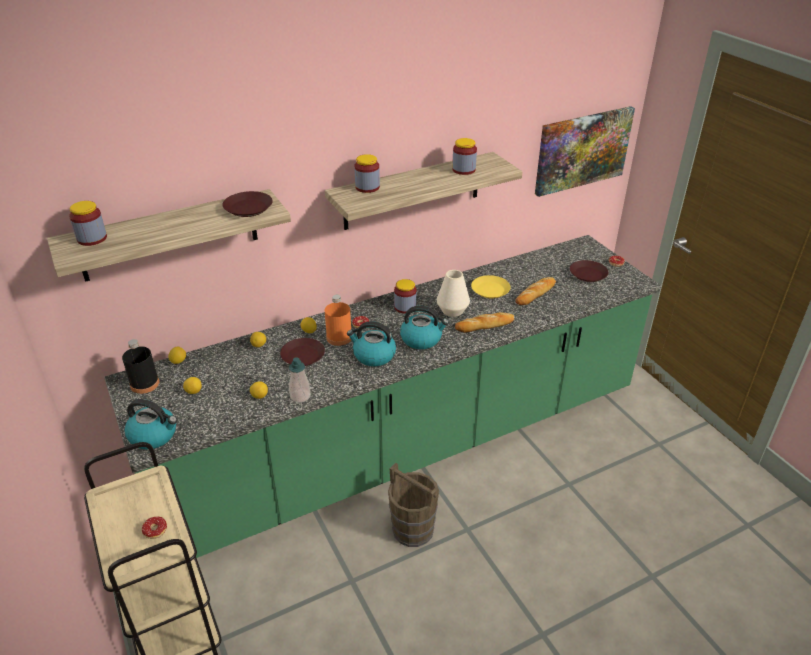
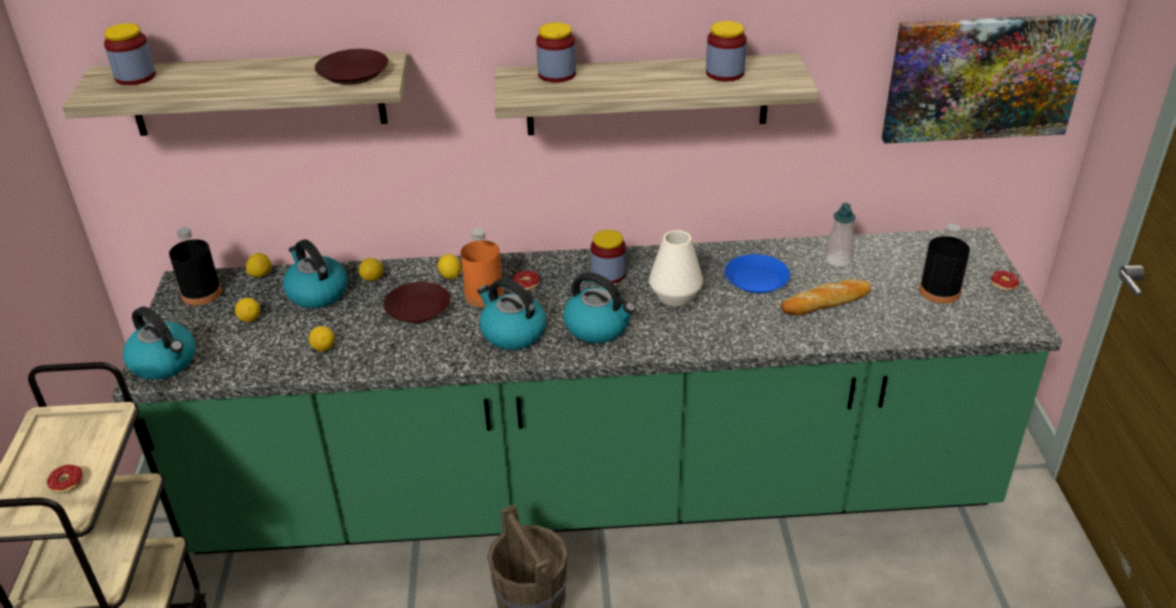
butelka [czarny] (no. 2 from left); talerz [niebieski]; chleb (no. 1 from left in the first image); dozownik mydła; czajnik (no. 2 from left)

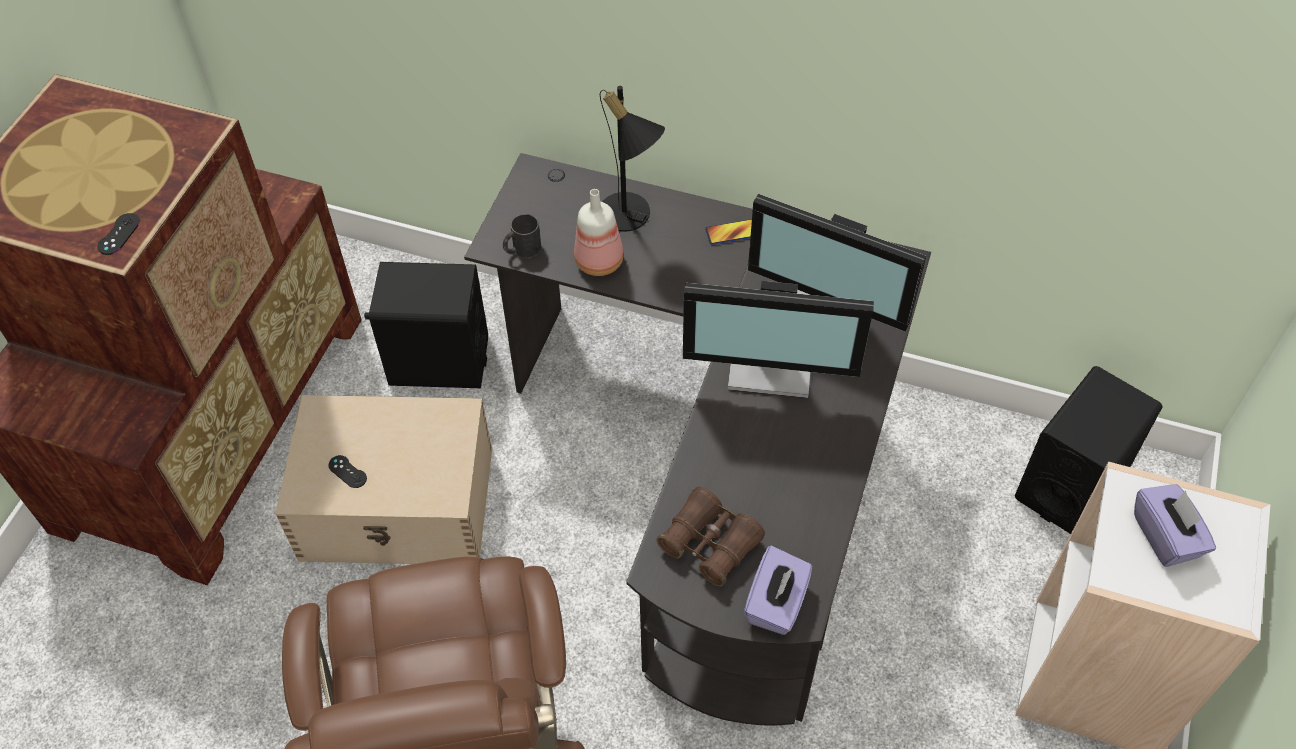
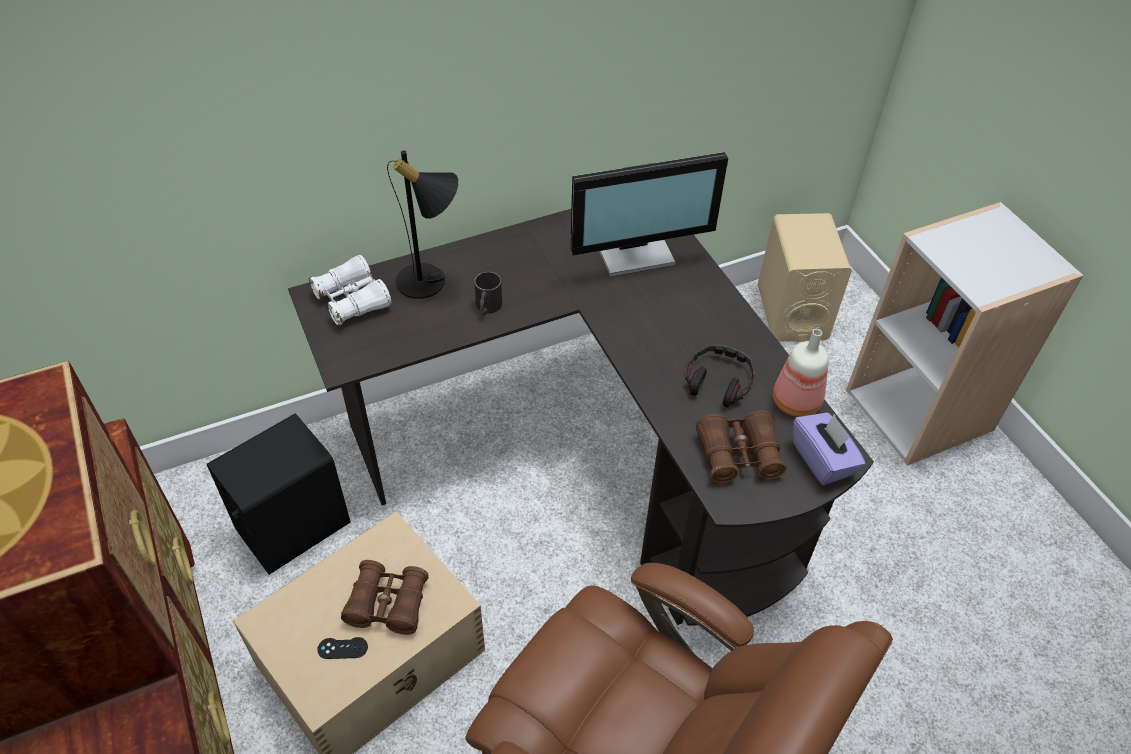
butelka; pad do gier [czarny] (no. 1 from left in the first image); kubek [czarny]; telefon; monitor (no. 1 from left in the first image); głośnik [beżowy]; pudełko chusteczek [fioletowy] (no. 2 from left in the first image); lornetka [biały]; słuchawki; lornetka [brązowy] (no. 1 from left)

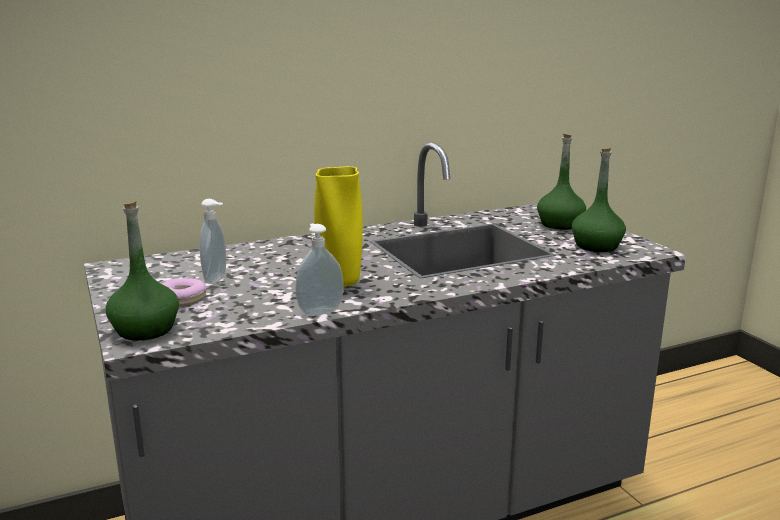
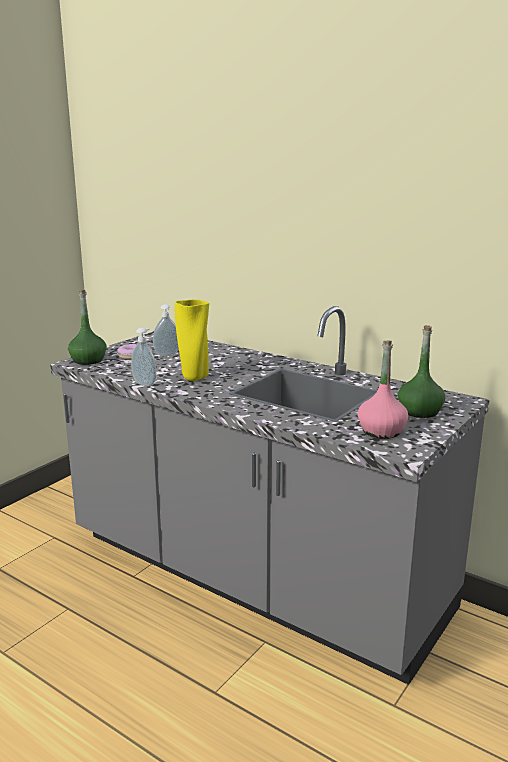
butelka [różowy]

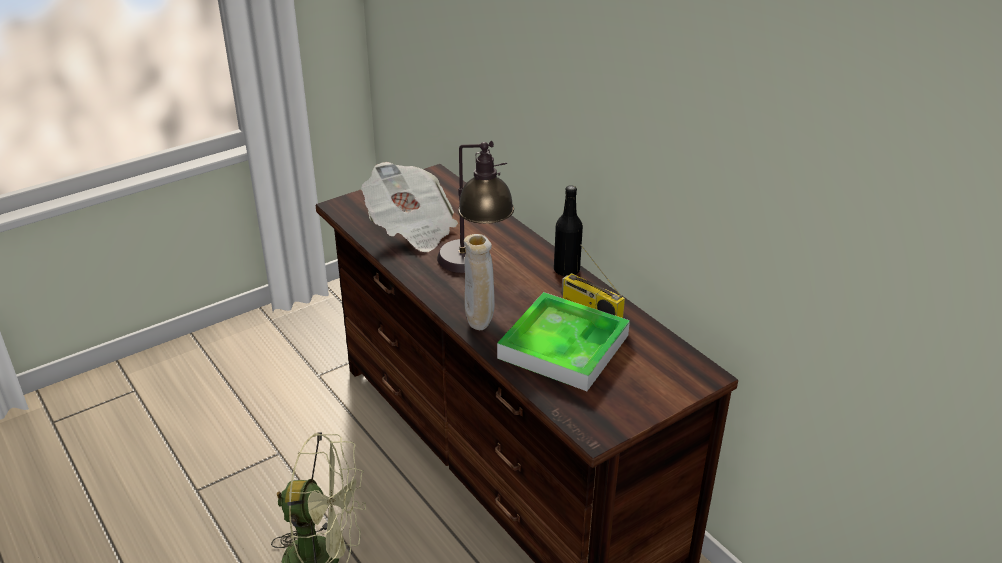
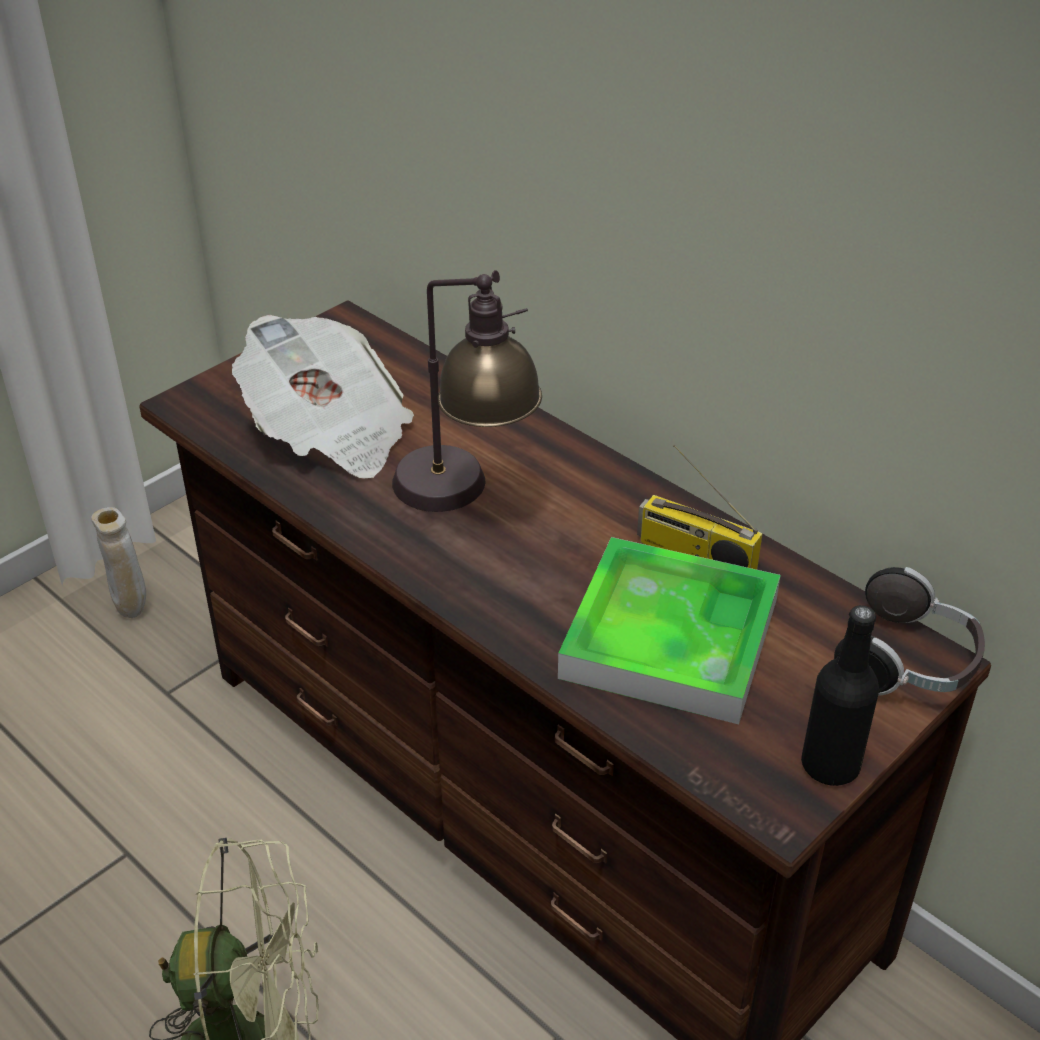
butelka [czarny]; wazon [beżowy]; słuchawki

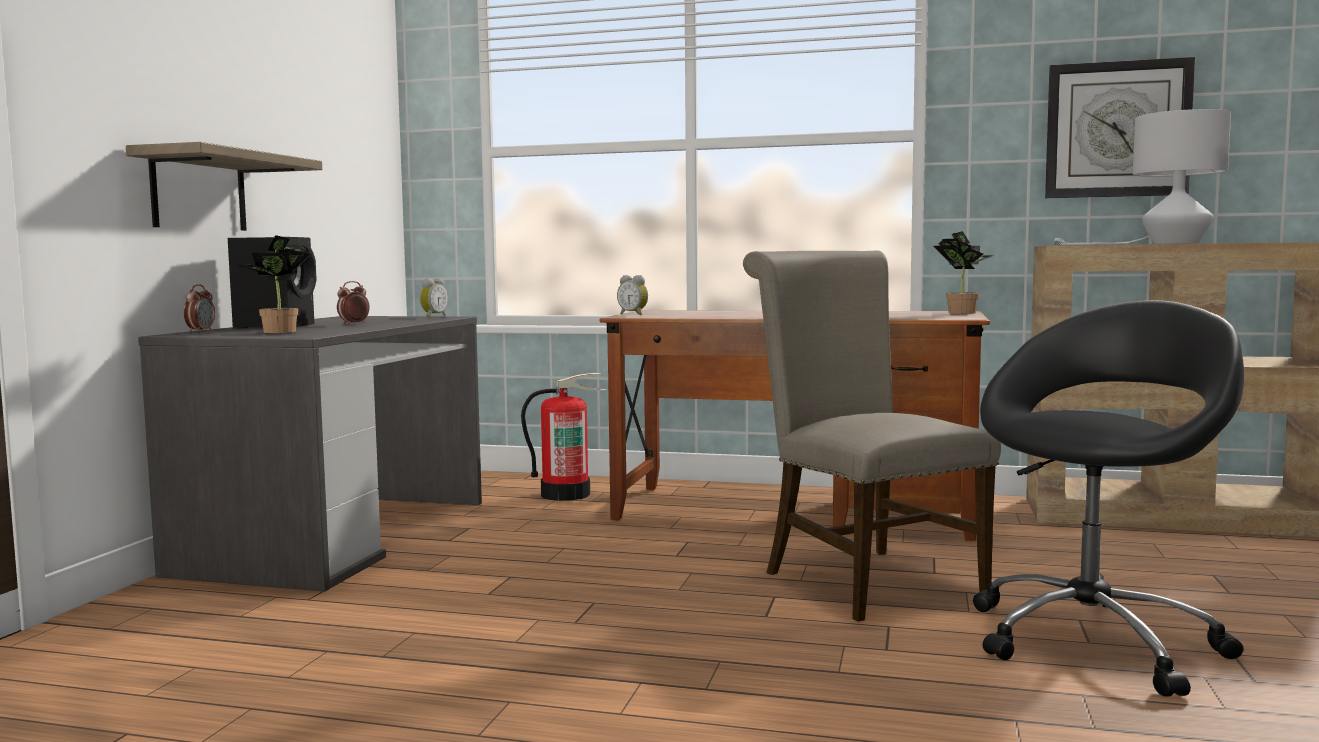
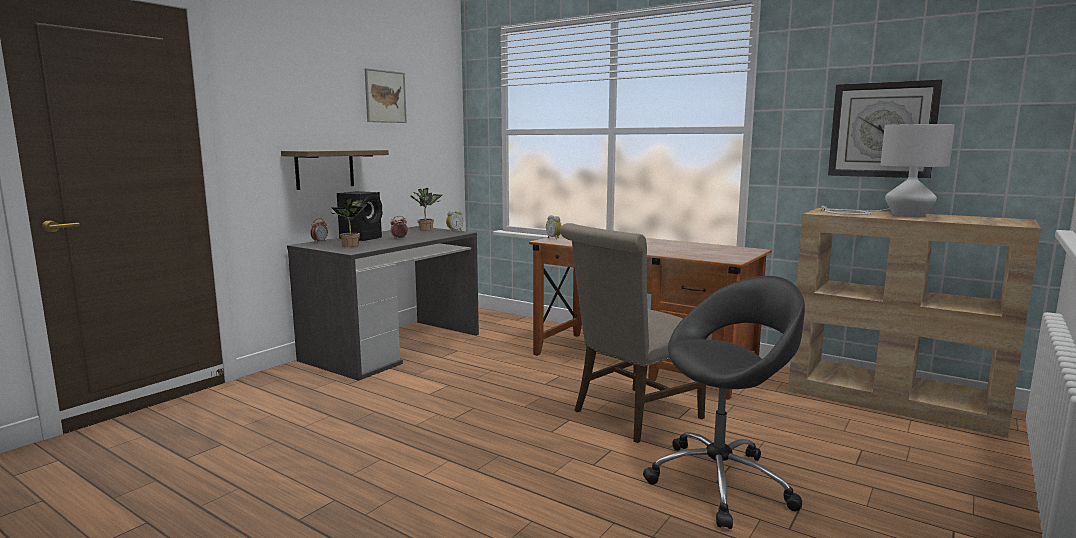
roślina doniczkowa (no. 2 from left); krzesło [beżowy]; gaśnica; obraz

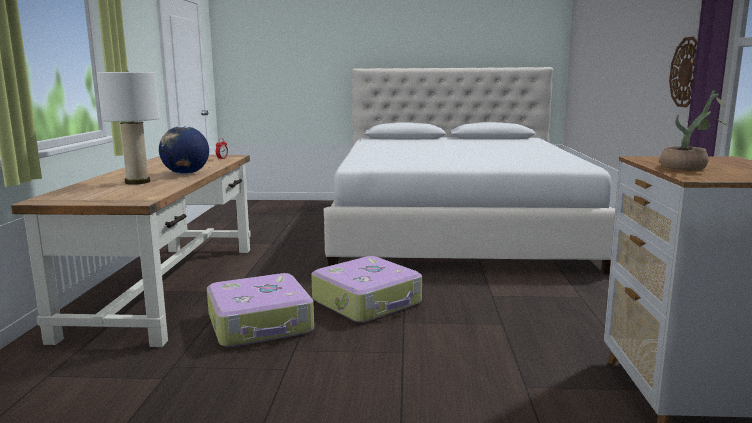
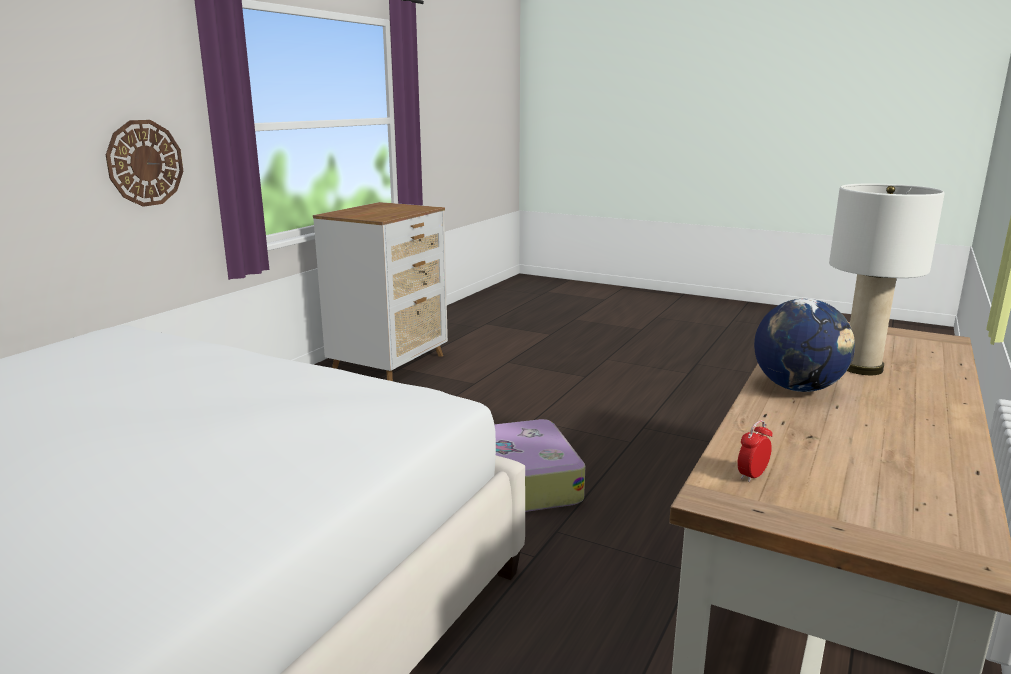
roślina doniczkowa; walizka (no. 1 from left in the first image)

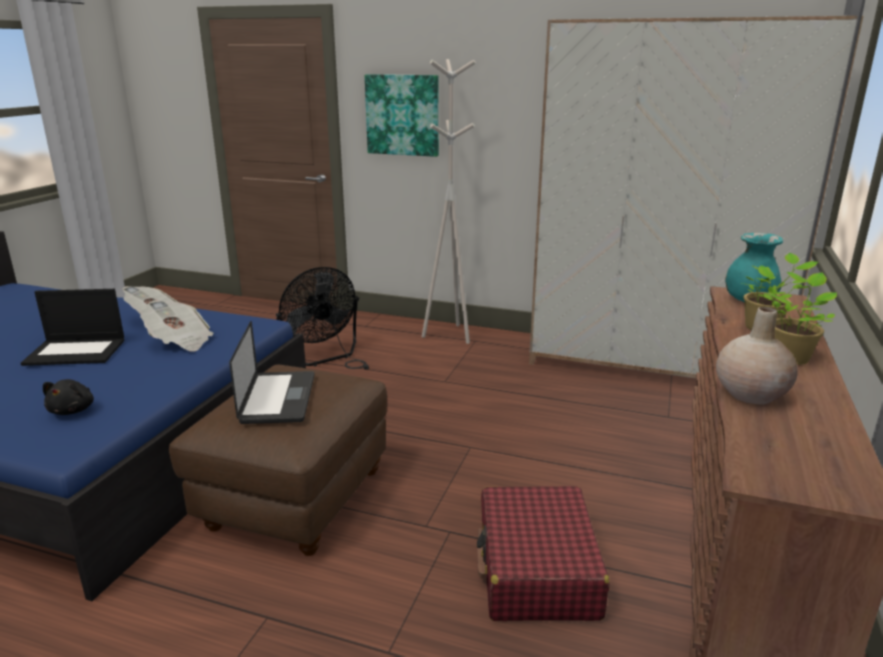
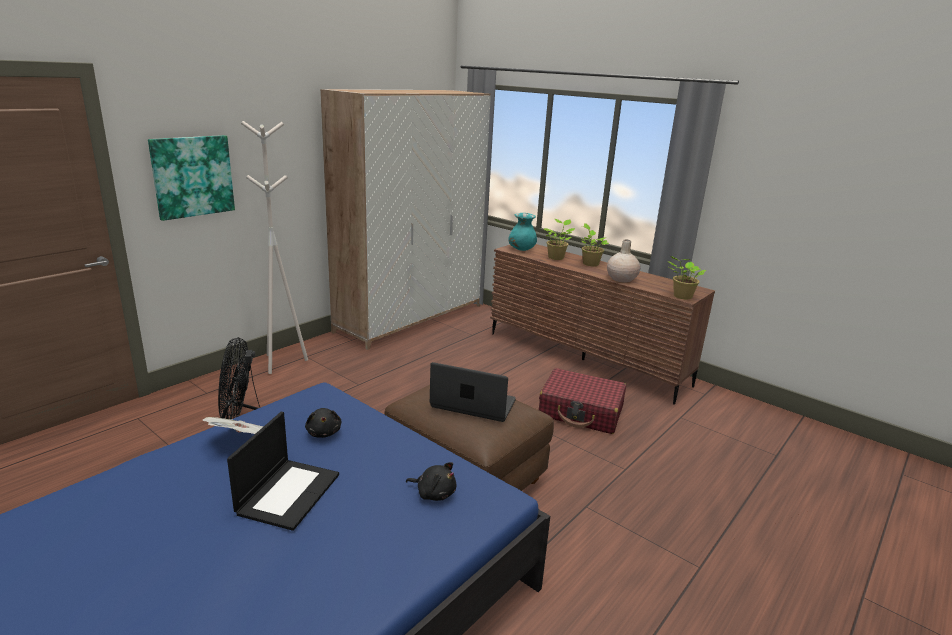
pluszak [czarny] (no. 1 from left); roślina doniczkowa (no. 3 from left)

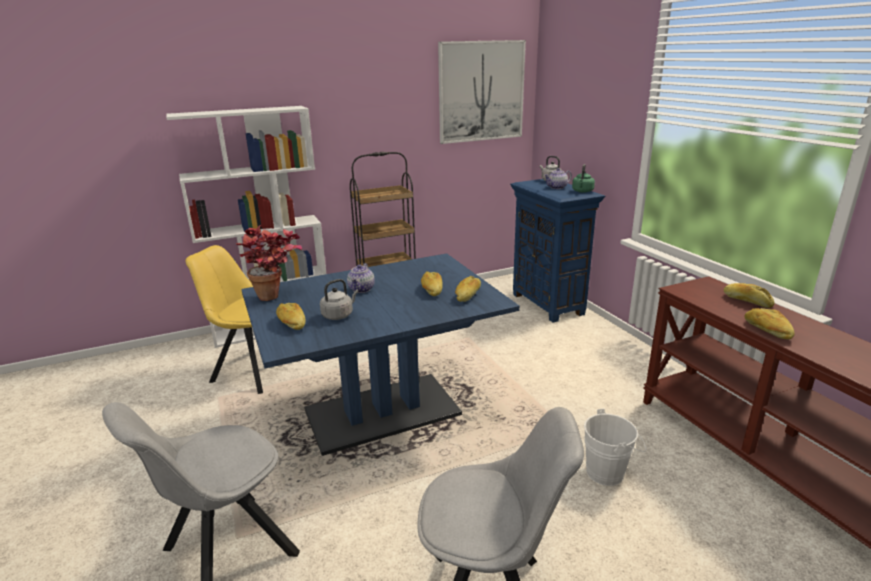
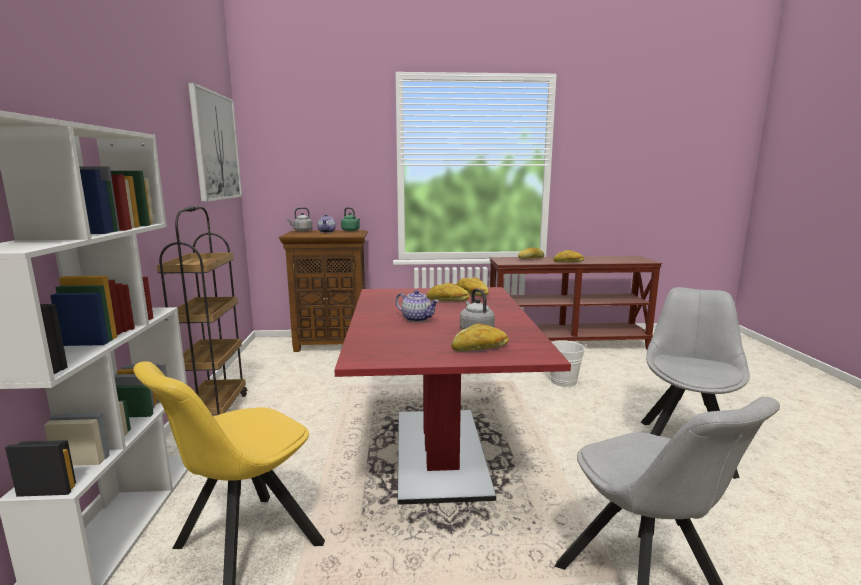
szafka [brązowy]; roślina doniczkowa; stół jadalny [czerwony]

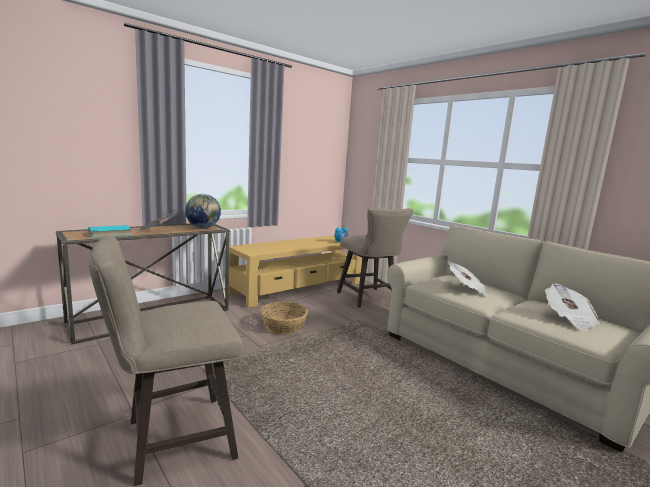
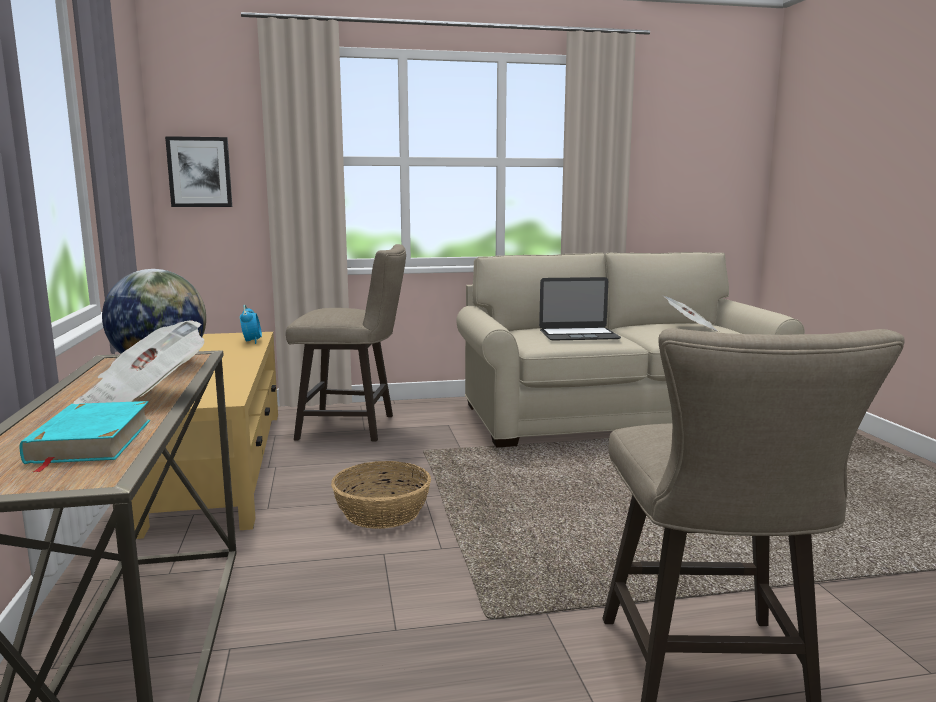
laptop; obraz

